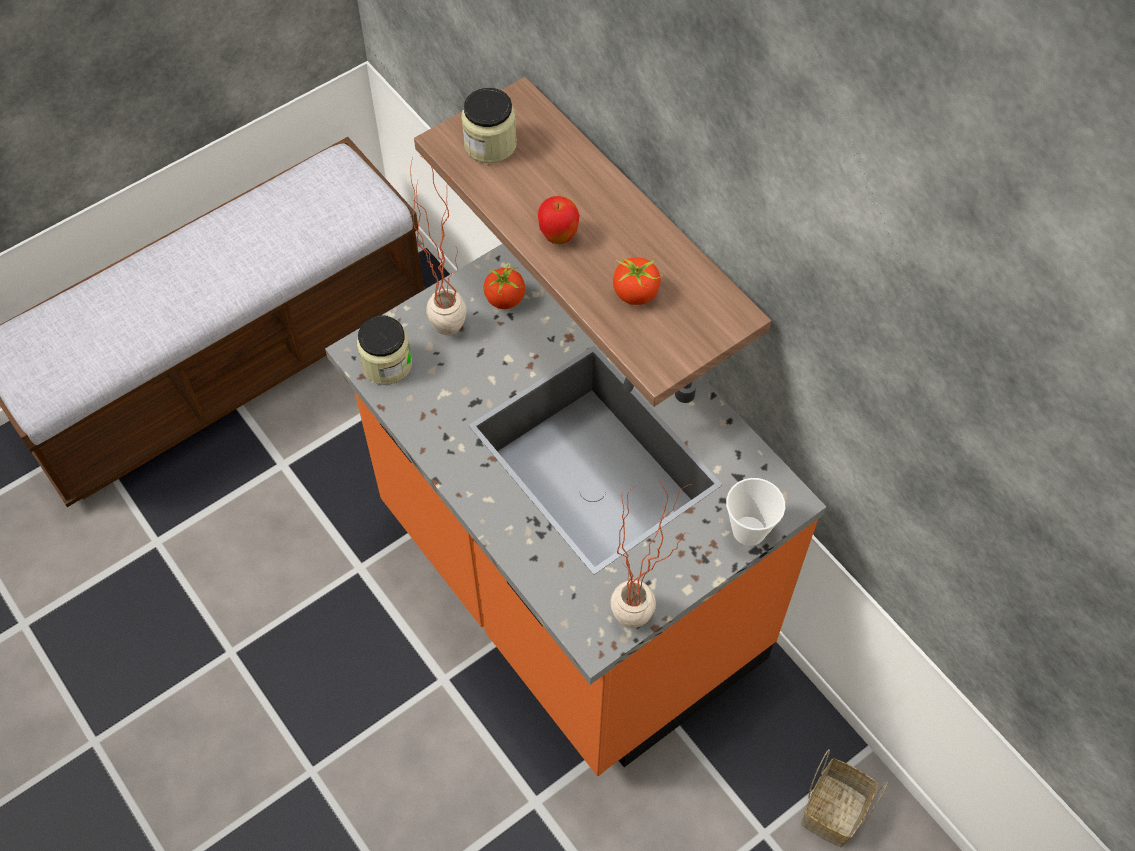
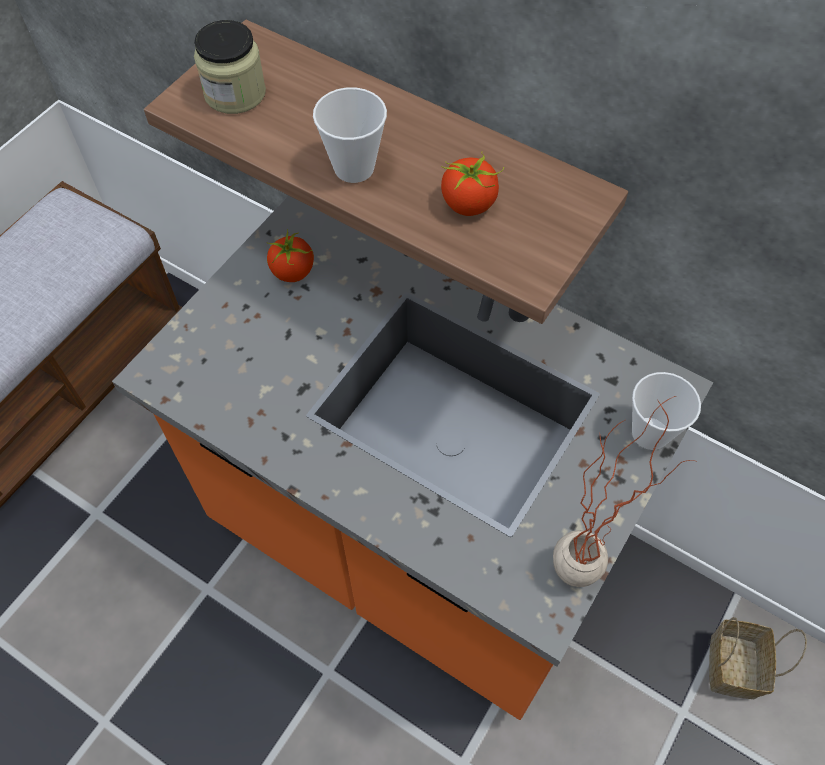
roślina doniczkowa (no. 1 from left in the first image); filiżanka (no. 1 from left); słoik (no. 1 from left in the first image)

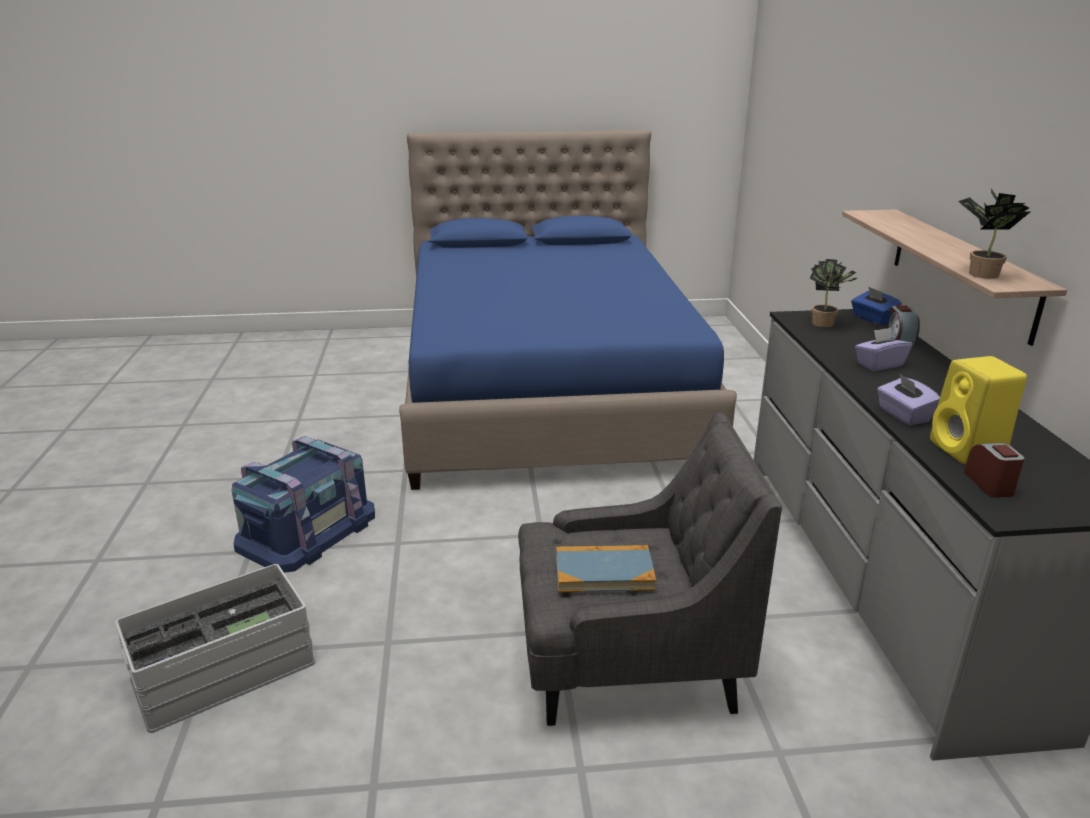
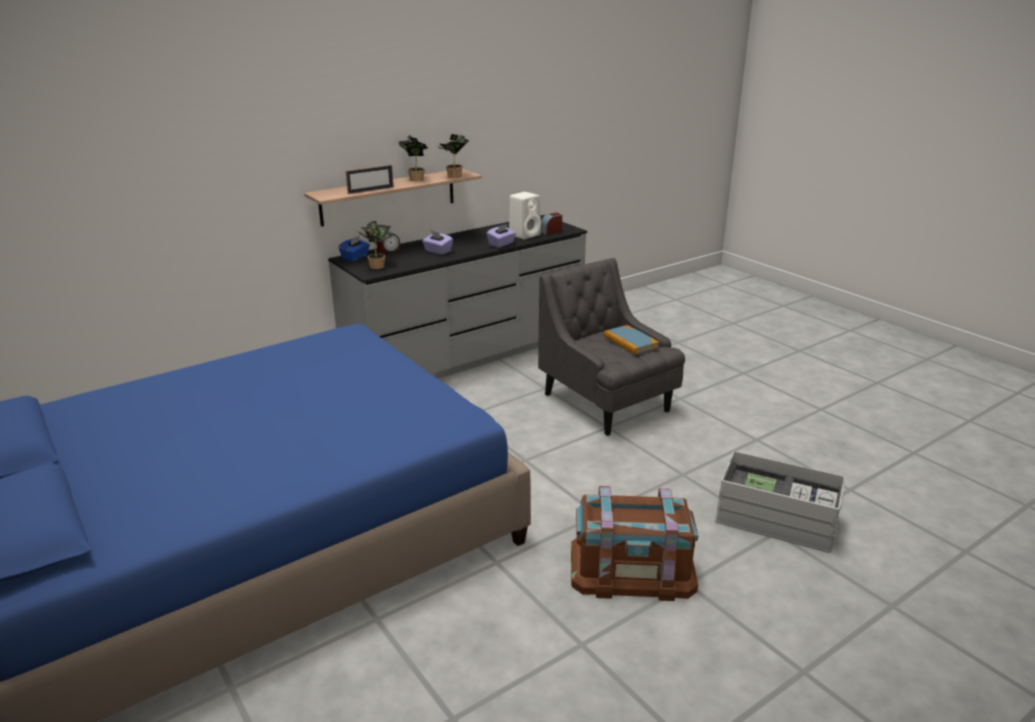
głośnik [biały]; pojemnik do przechowywania [brązowy]; roślina doniczkowa (no. 2 from left); ramka na zdjęcie

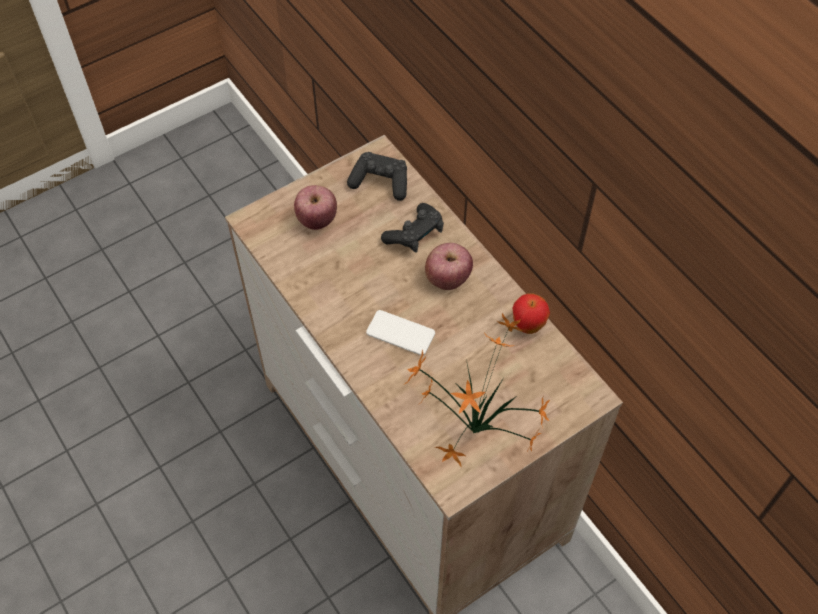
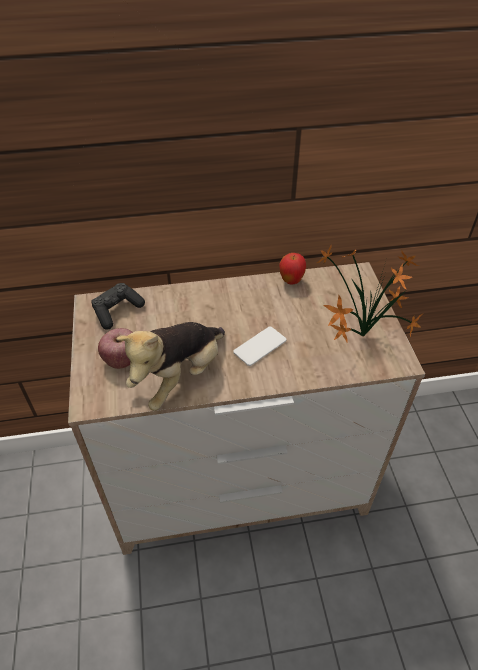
pad do gier [czarny] (no. 2 from left in the first image); jabłko (no. 2 from left in the first image); pluszak

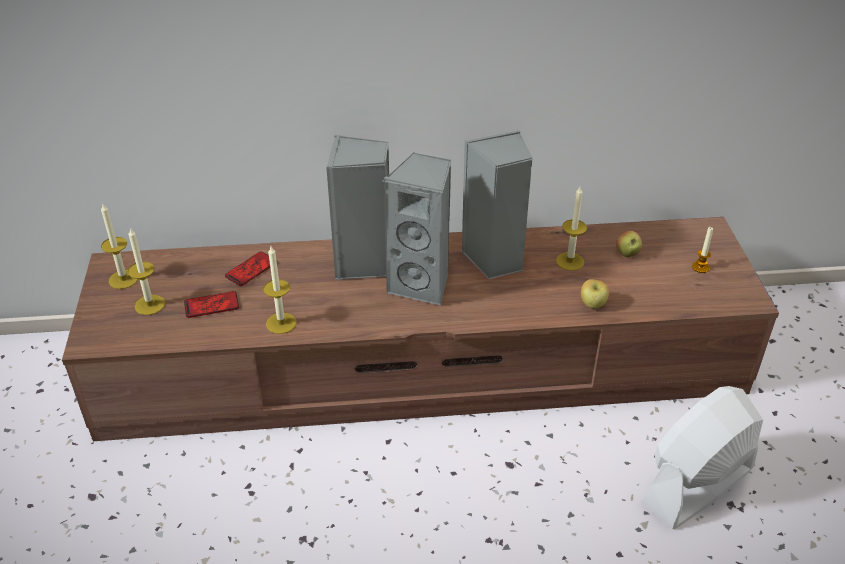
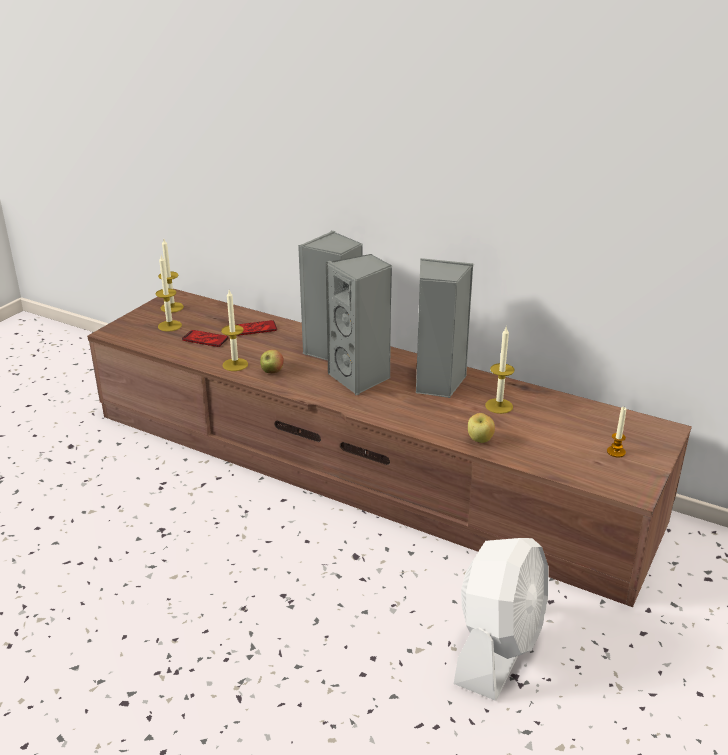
jabłko (no. 1 from left); wentylator [biały]

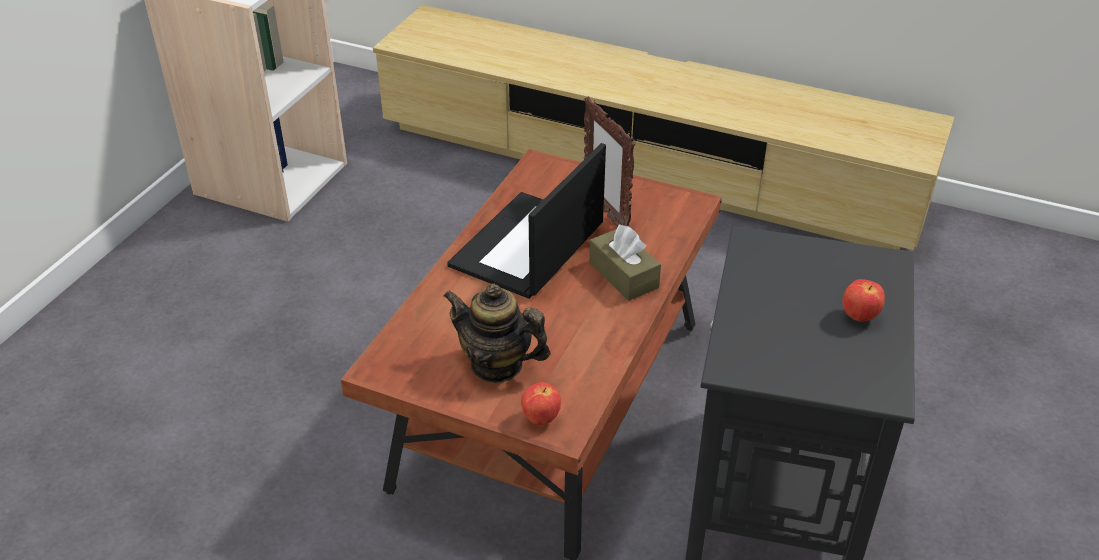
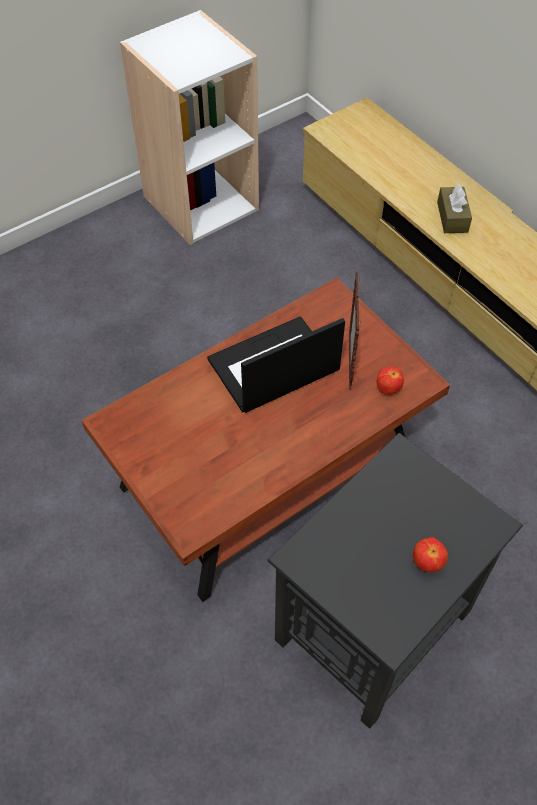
pudełko chusteczek [brązowy]; imbryk; jabłko (no. 1 from left)

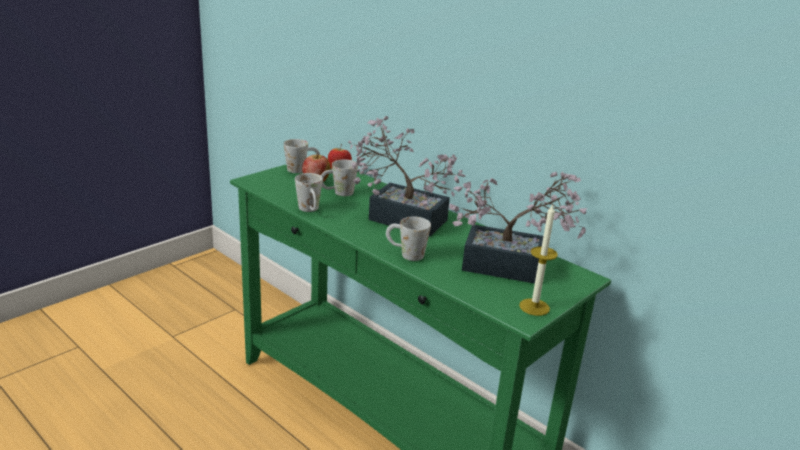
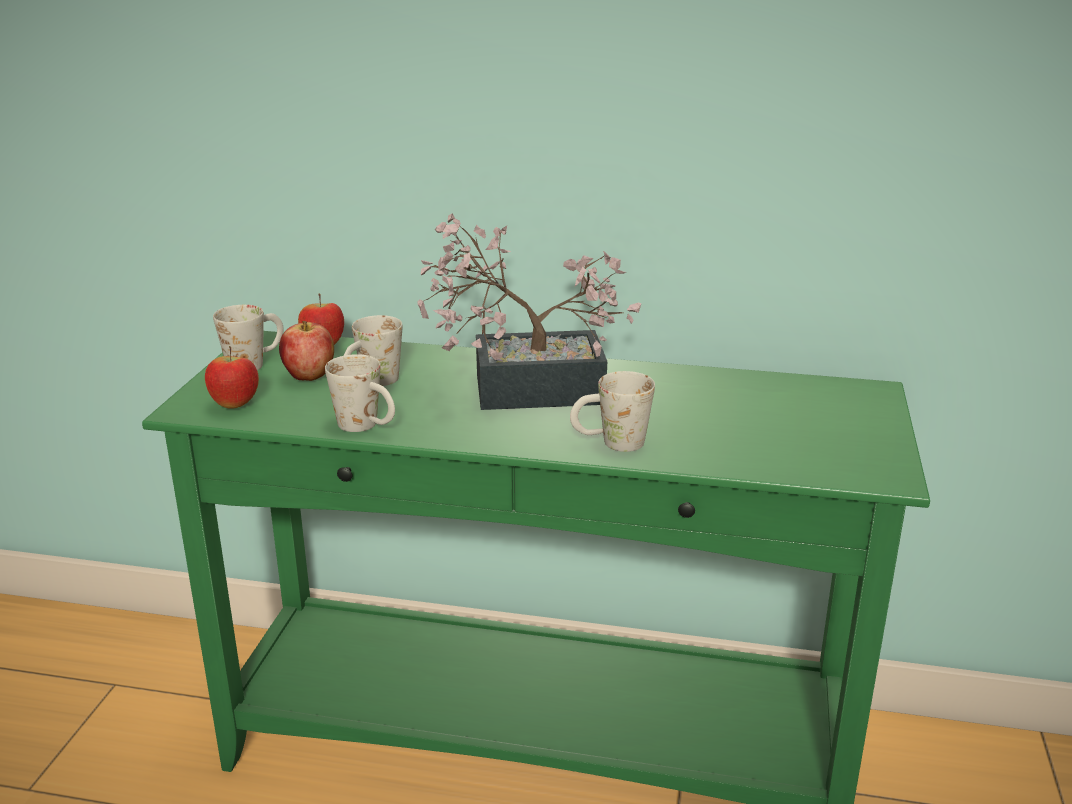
roślina doniczkowa (no. 2 from left in the first image); świeca; jabłko (no. 1 from left)

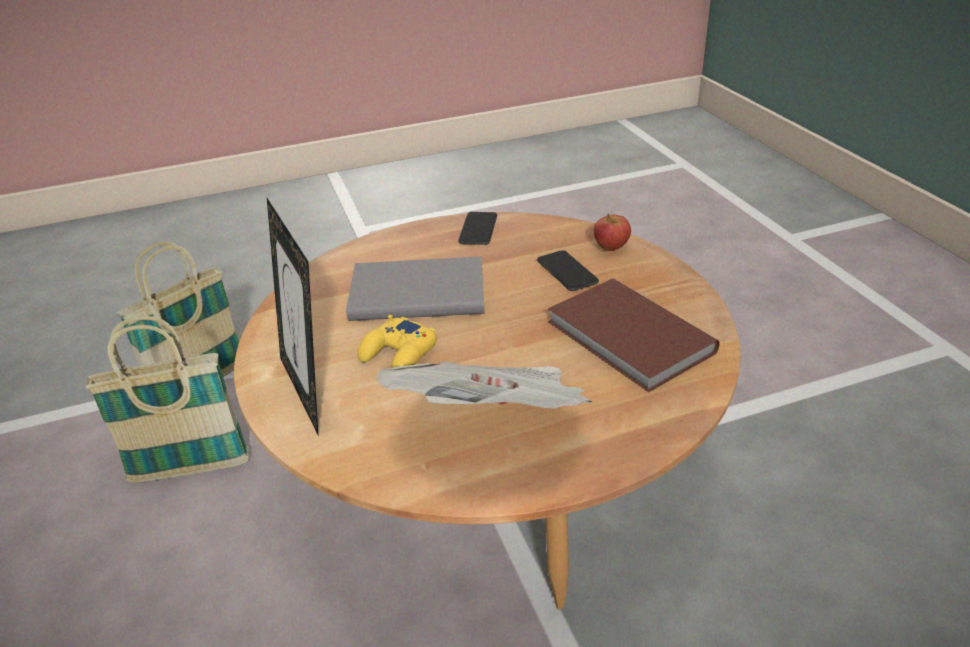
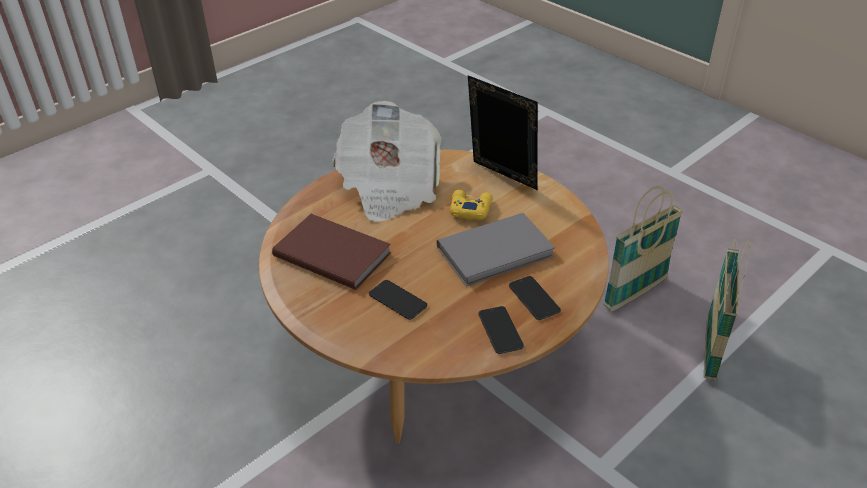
jabłko; telefon (no. 3 from left)

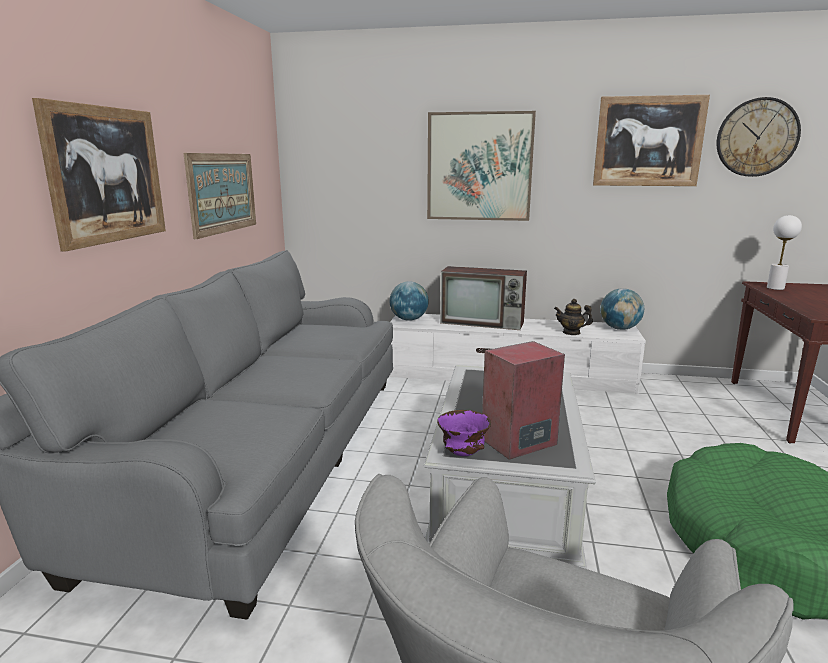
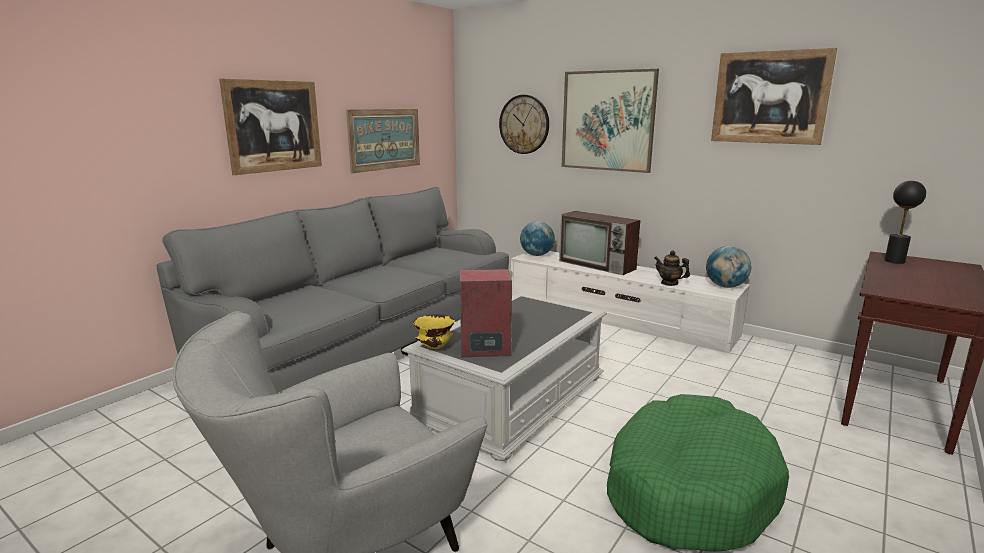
zegar ścienny; lampa stołowa [czarny]; miska [żółty]

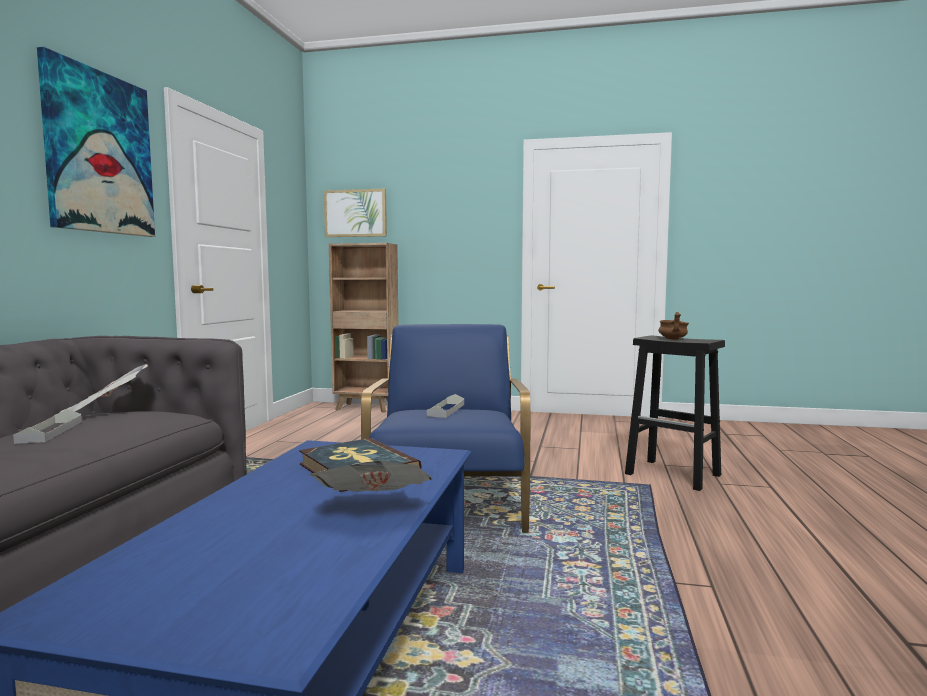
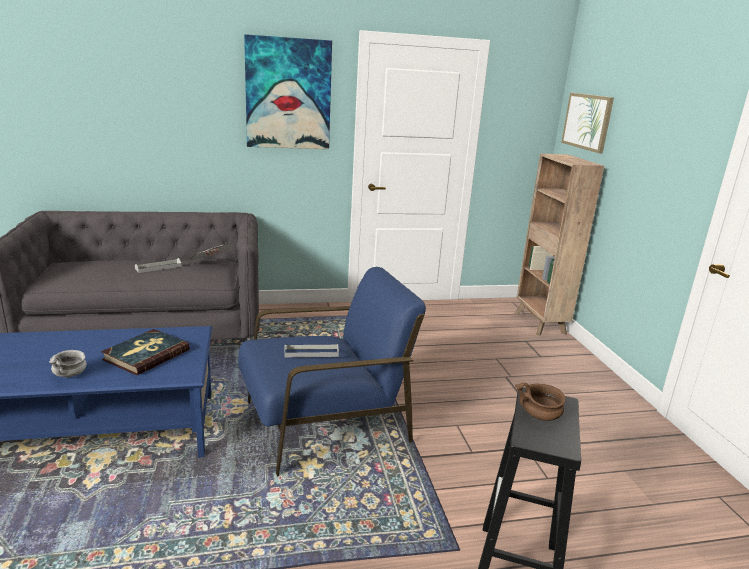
miska [szary]

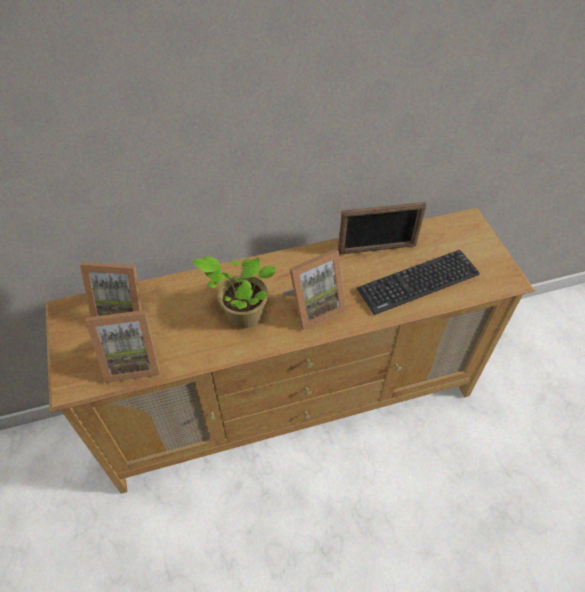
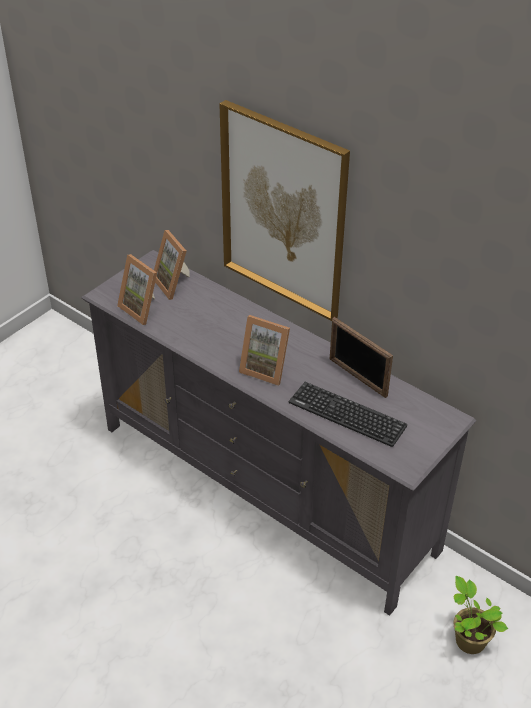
komoda [szary]; roślina doniczkowa; obraz

